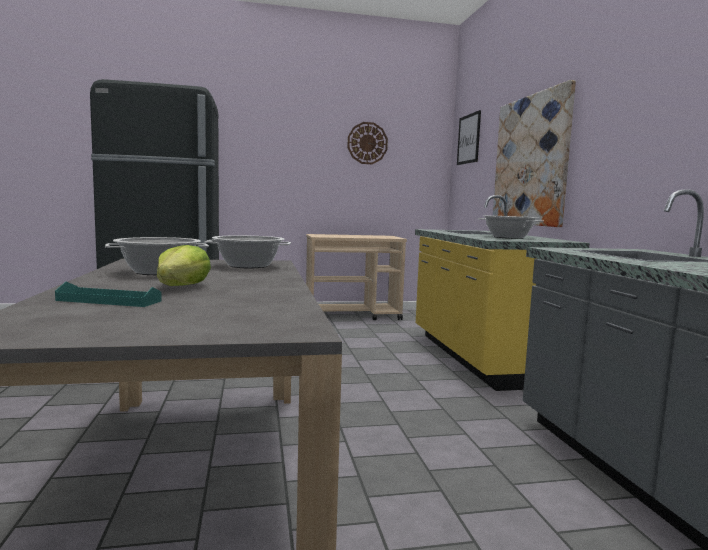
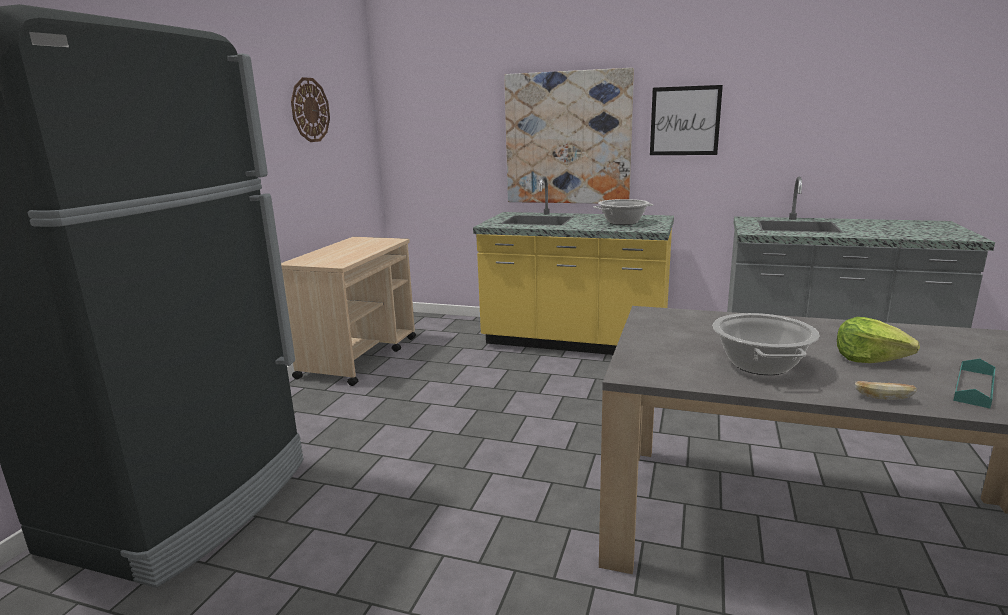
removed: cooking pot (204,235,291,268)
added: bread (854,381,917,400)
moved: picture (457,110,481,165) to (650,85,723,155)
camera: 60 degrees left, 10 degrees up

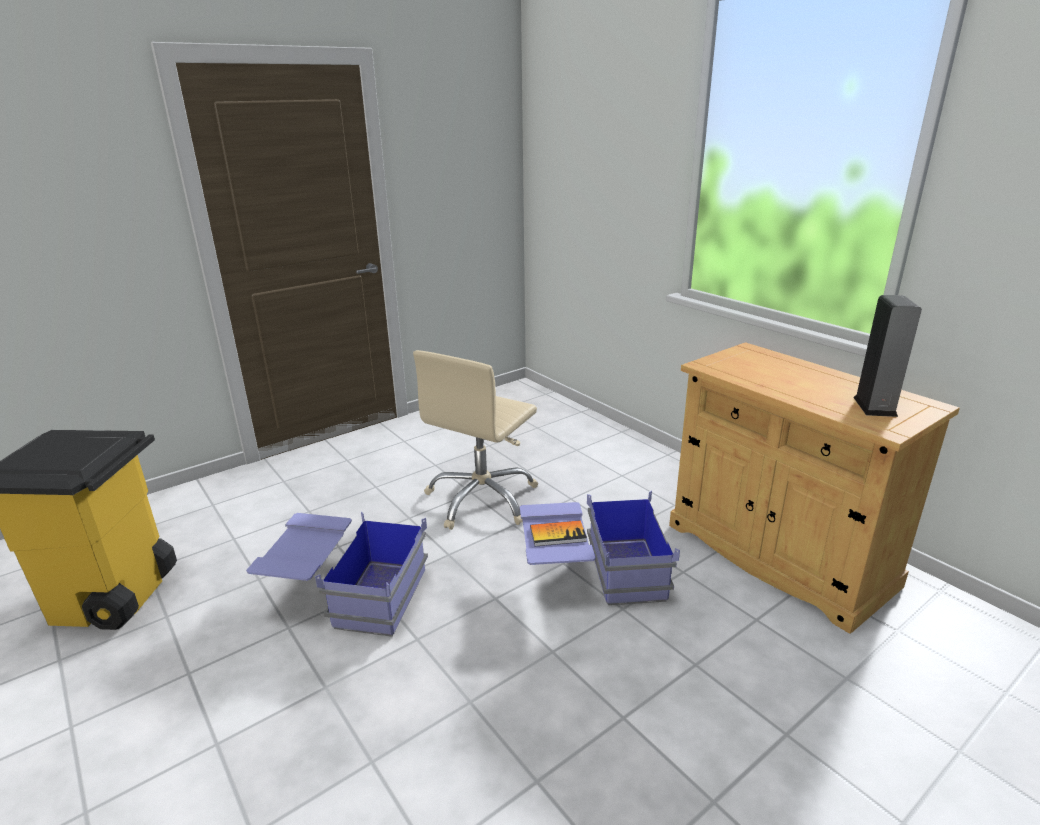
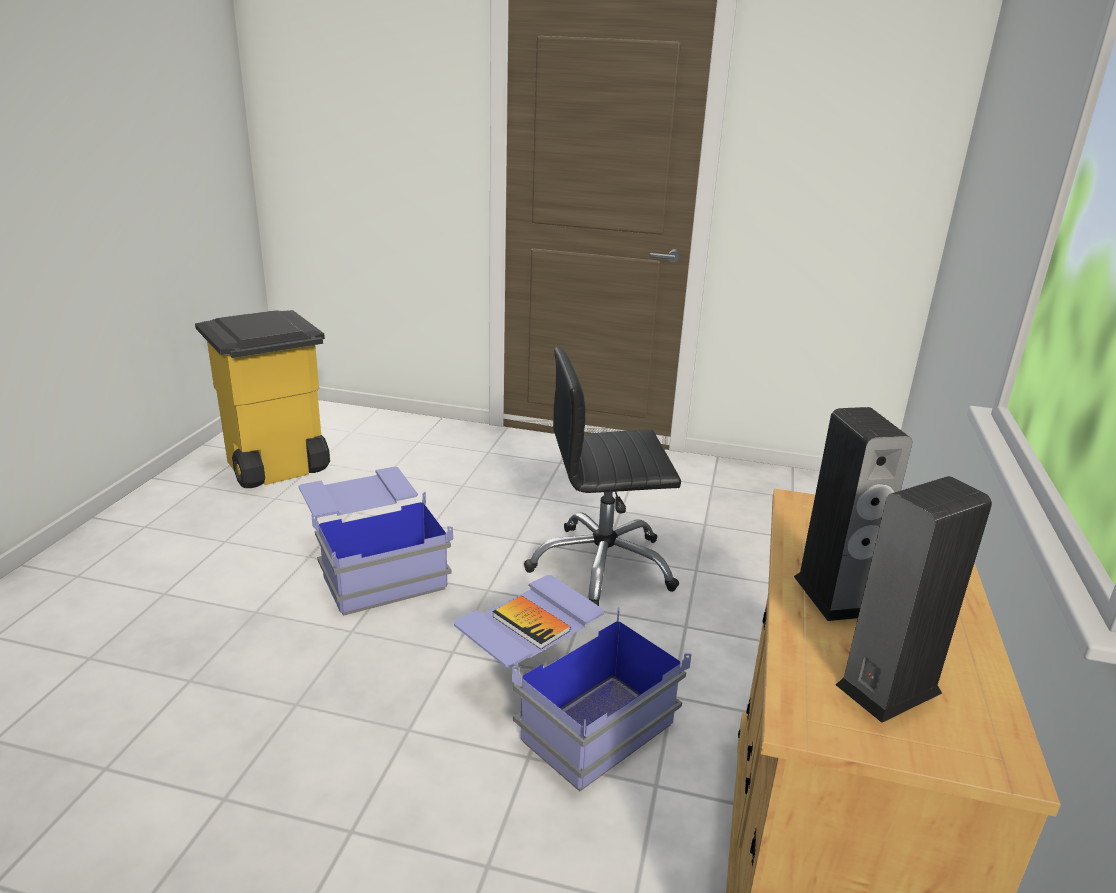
added: speaker (794,407,912,621)
recoloured: beige office chair (413,350,538,530) to black office chair (524,347,681,606)
camera: 50 degrees right, 0 degrees up

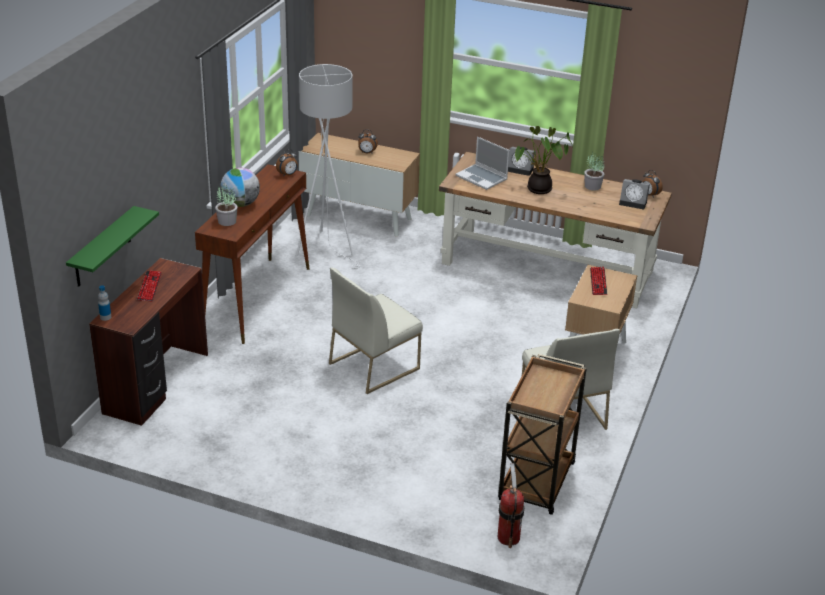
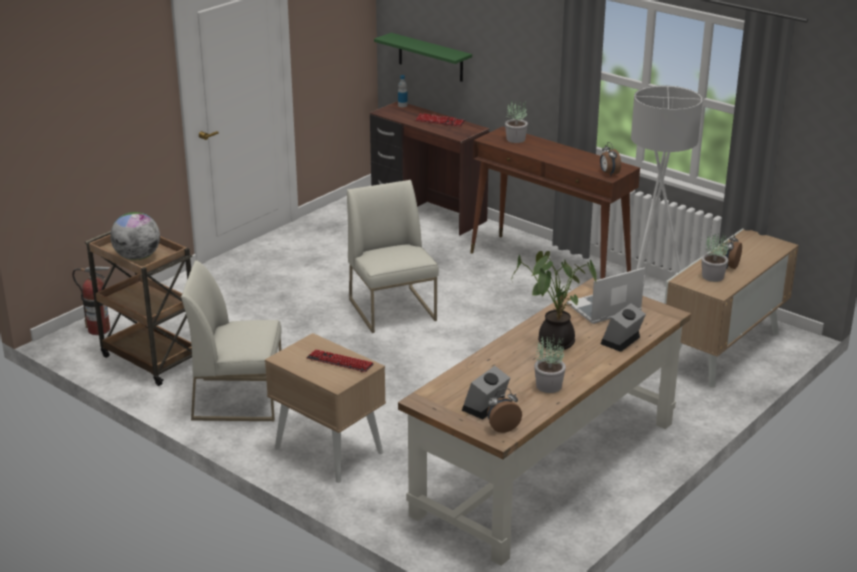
added: potted plant (702,233,728,282)
moved: globe (220,168,260,207) to (110,212,160,260)
camera: 110 degrees right, 5 degrees down

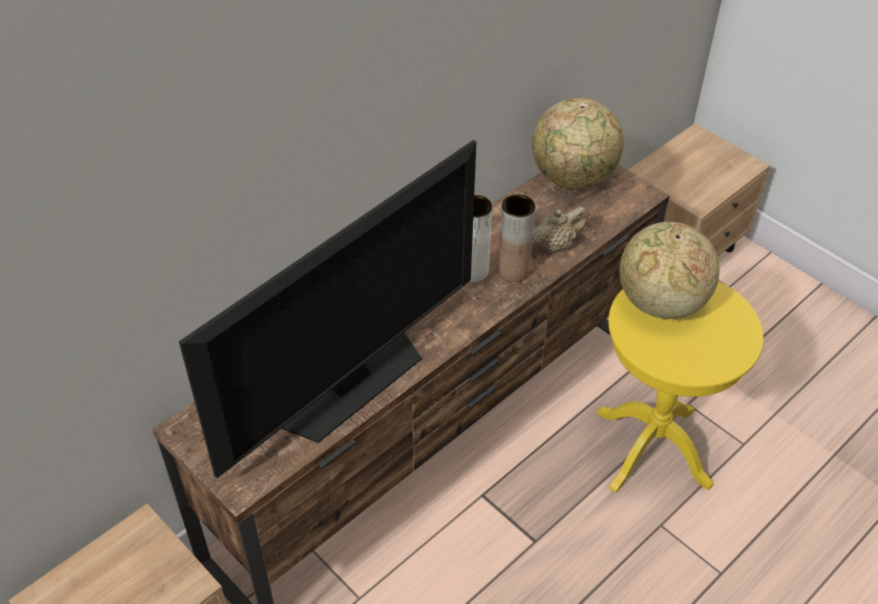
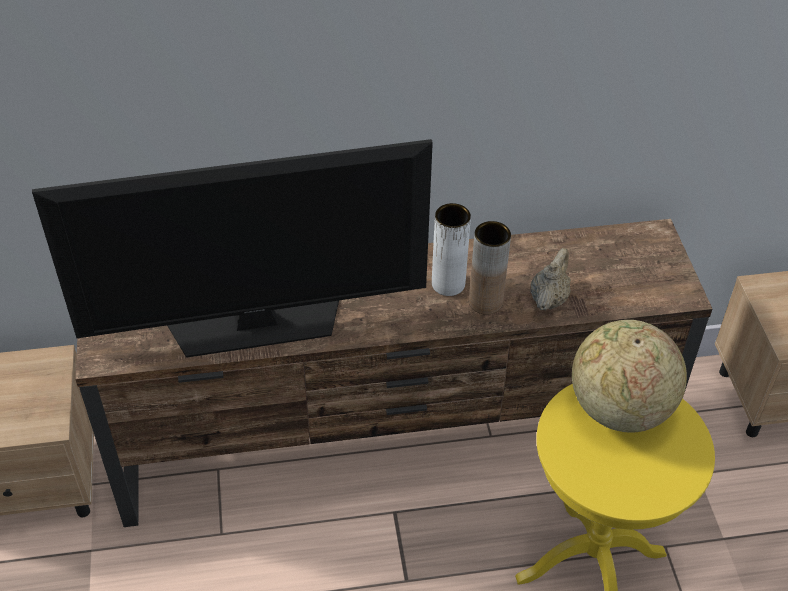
removed: globe (532,98,623,189)
turned: beige teapot (532,207,588,252) = (531,248,571,310) 75 degrees counterclockwise
camera: 35 degrees right, 0 degrees up

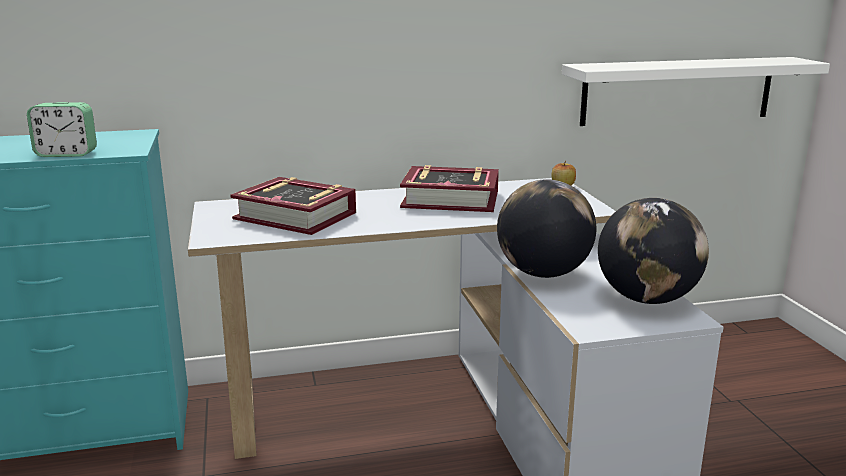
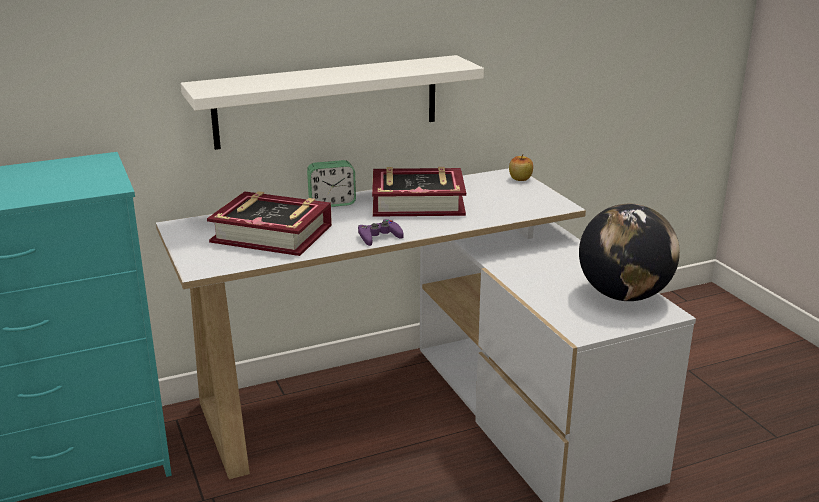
removed: globe (497,179,596,278)
added: purple game controller (358,219,404,246)
moved: white shelf (562,57,830,126) to (180,55,484,150); alarm clock (27,102,97,157) to (307,160,356,207)
camera: 10 degrees left, 5 degrees up

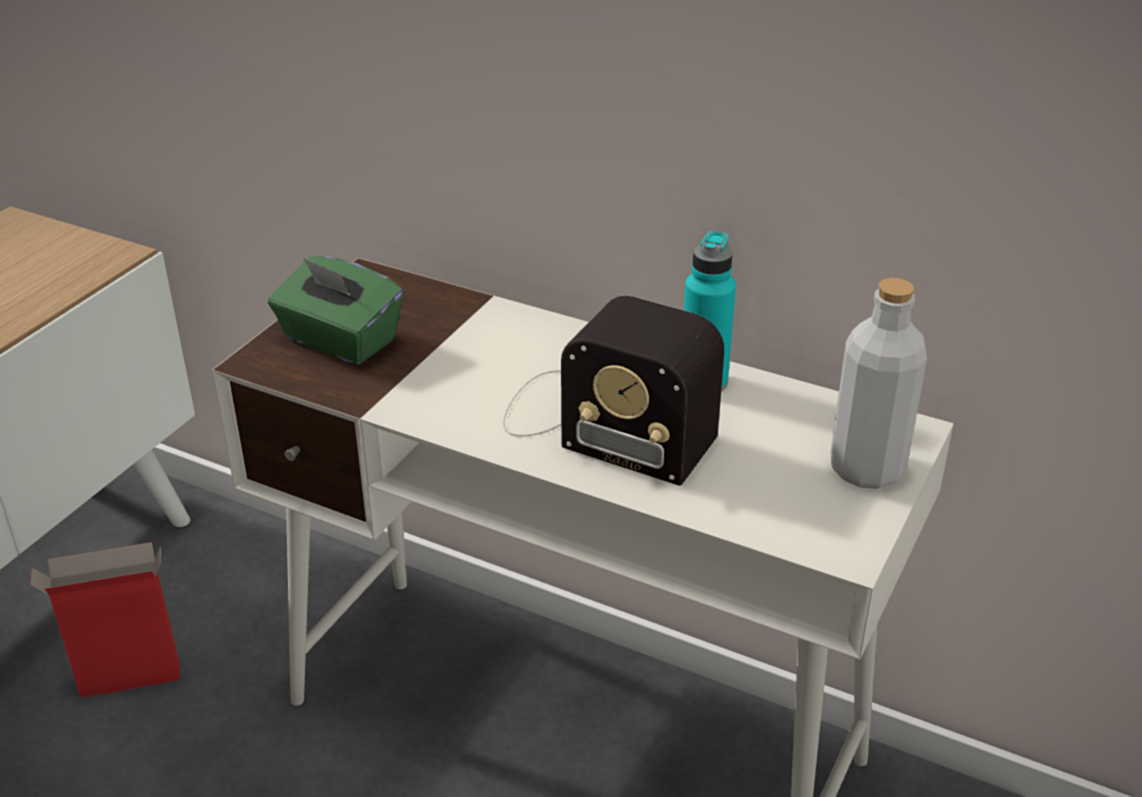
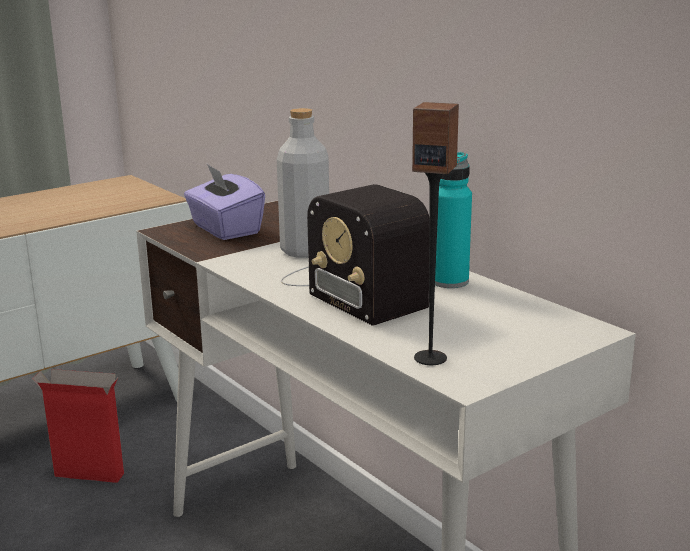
added: speaker (412,102,459,365)
moved: grey bottle (831,278,927,489) to (277,108,329,258)
recoloured: green tissue box (268,256,404,365) to purple tissue box (184,164,265,240)
camera: 25 degrees right, 15 degrees down

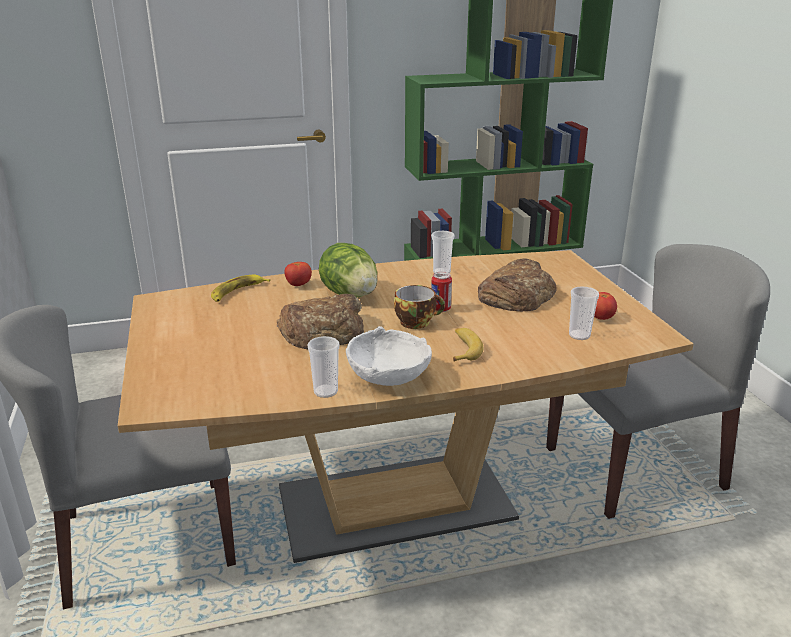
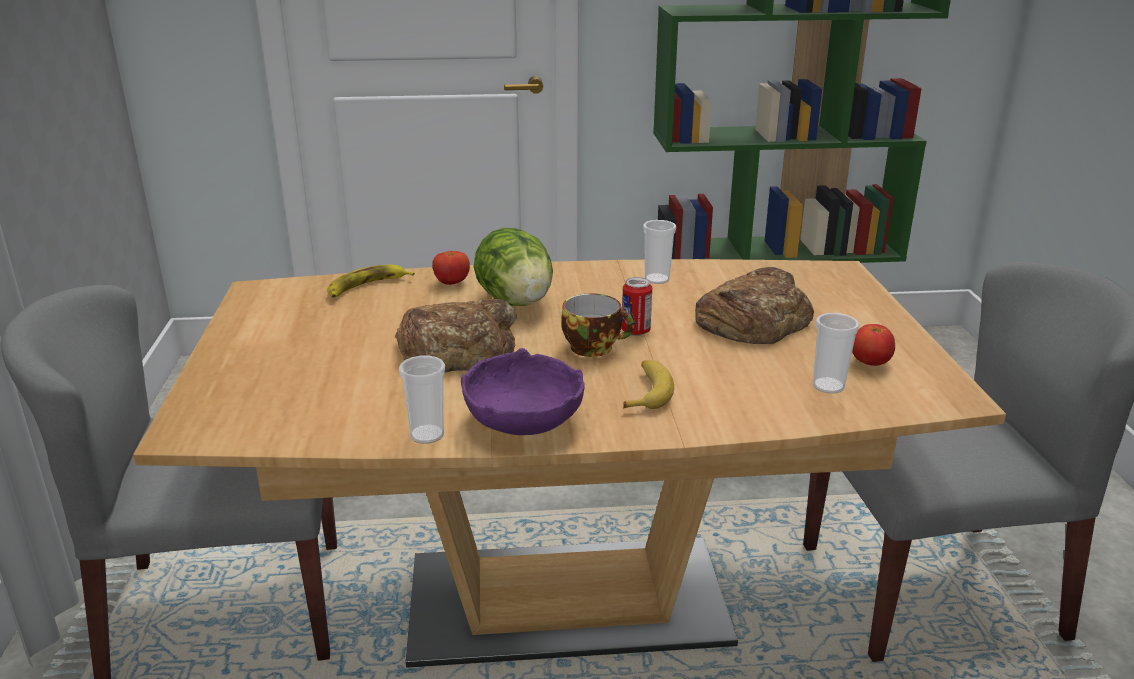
recoloured: white bowl (346,326,432,386) to purple bowl (461,348,585,435)
camera: 10 degrees right, 0 degrees up

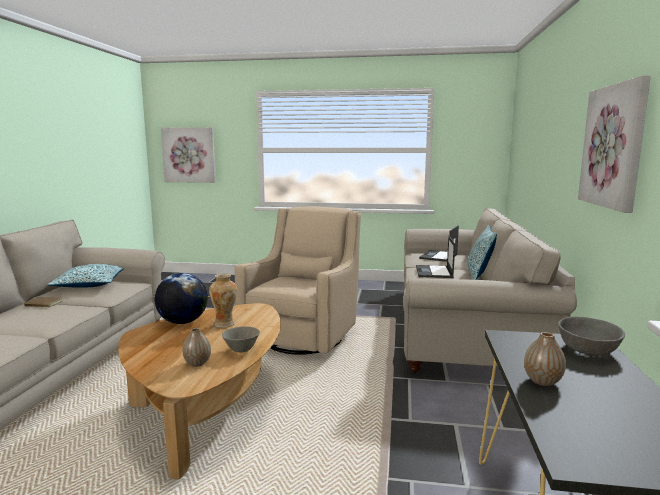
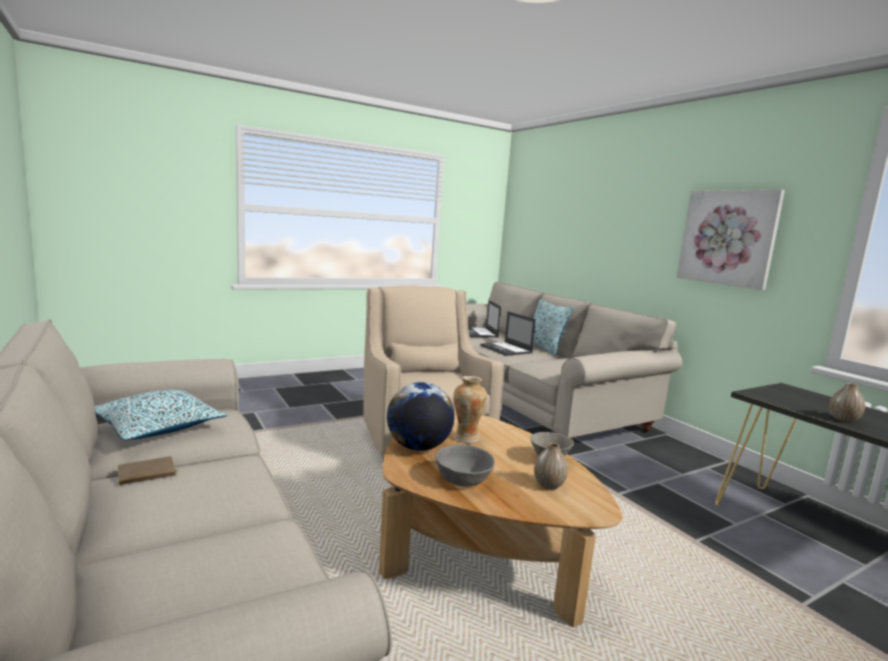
removed: picture (161,127,216,183)
moved: grey bowl (558,317,625,355) to (435,445,495,487)
camera: 40 degrees left, 0 degrees up

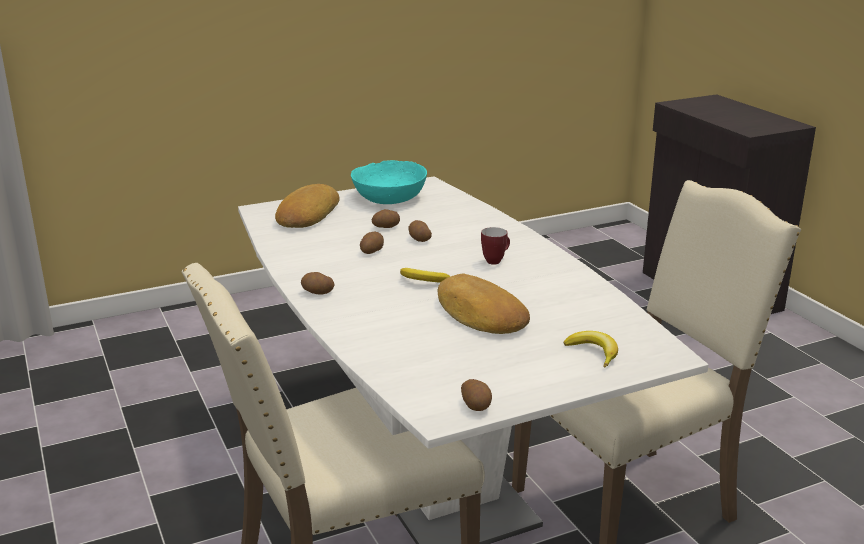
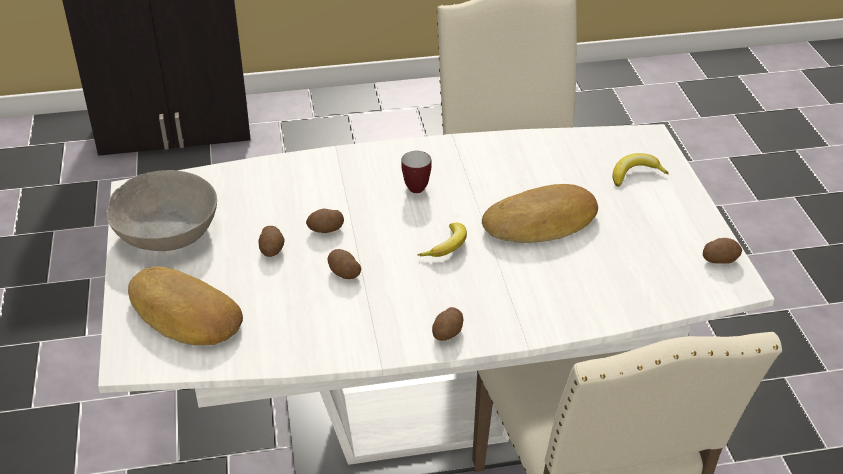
recoloured: turquoise bowl (351,160,427,204) to grey bowl (106,170,217,251)
camera: 75 degrees left, 15 degrees up

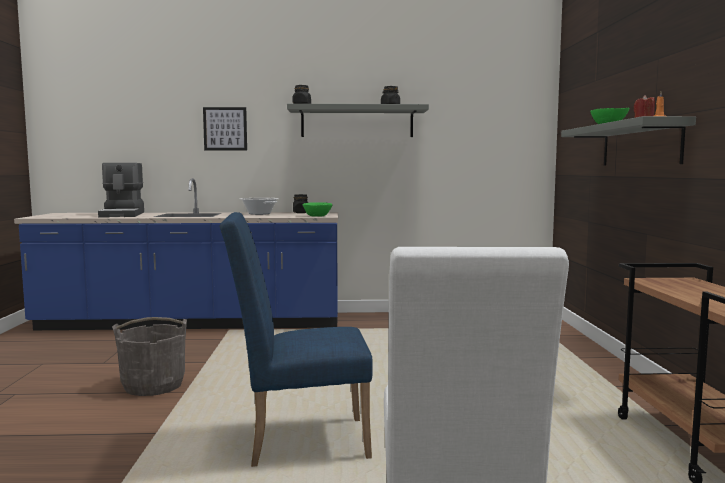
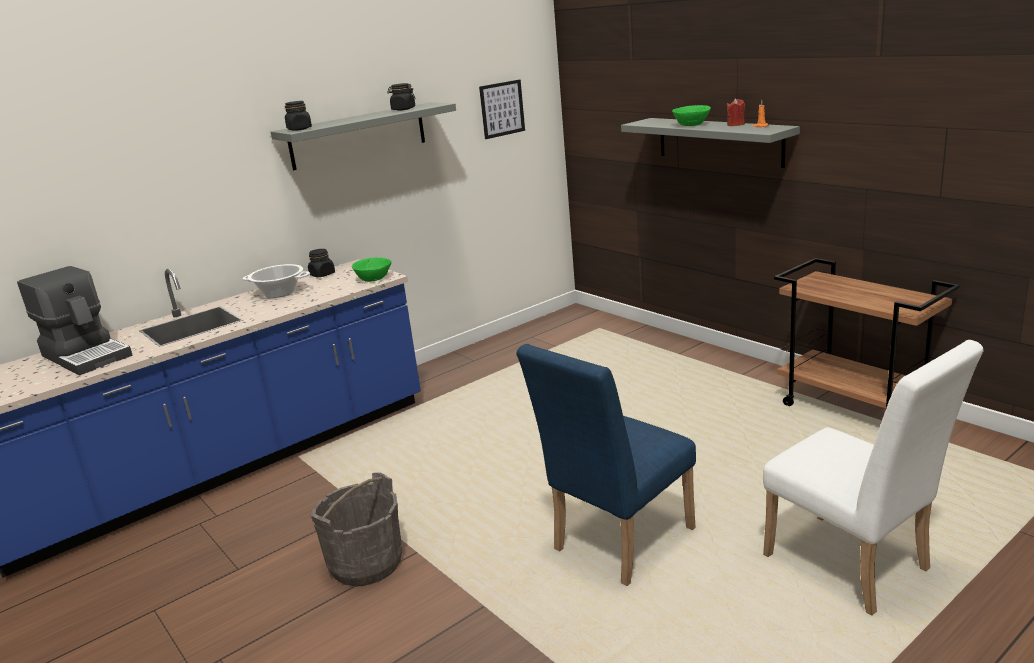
moved: picture (203,107,247,151) to (479,79,525,139)
camera: 35 degrees left, 15 degrees up

